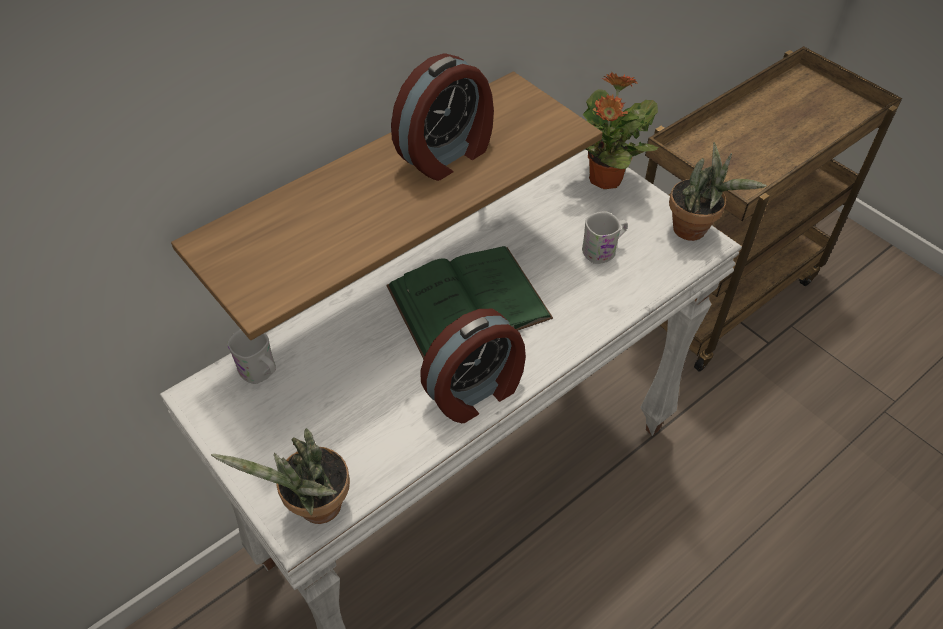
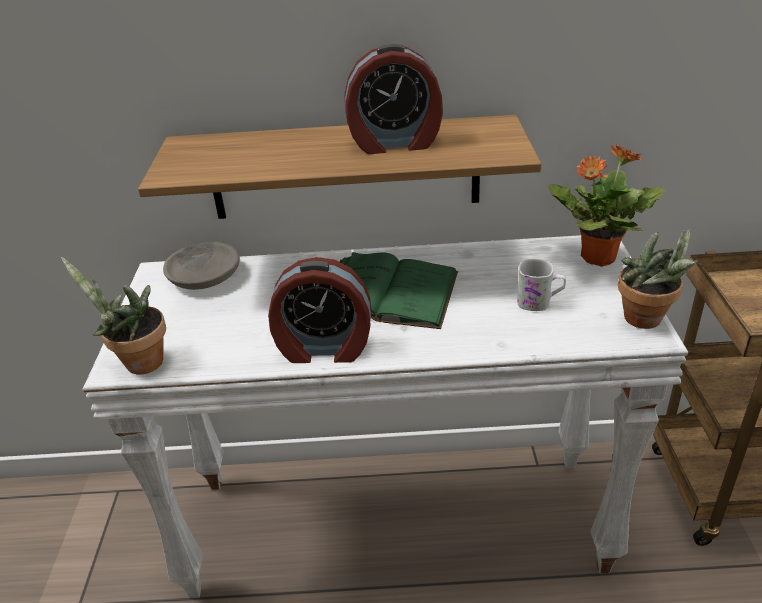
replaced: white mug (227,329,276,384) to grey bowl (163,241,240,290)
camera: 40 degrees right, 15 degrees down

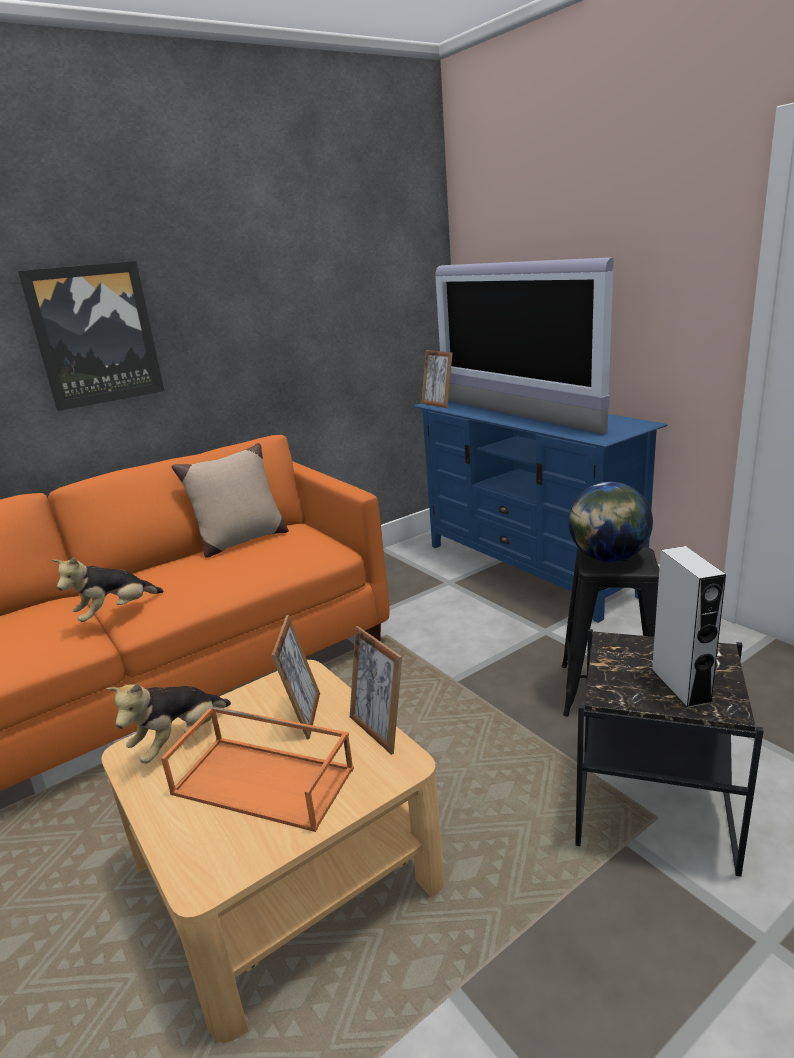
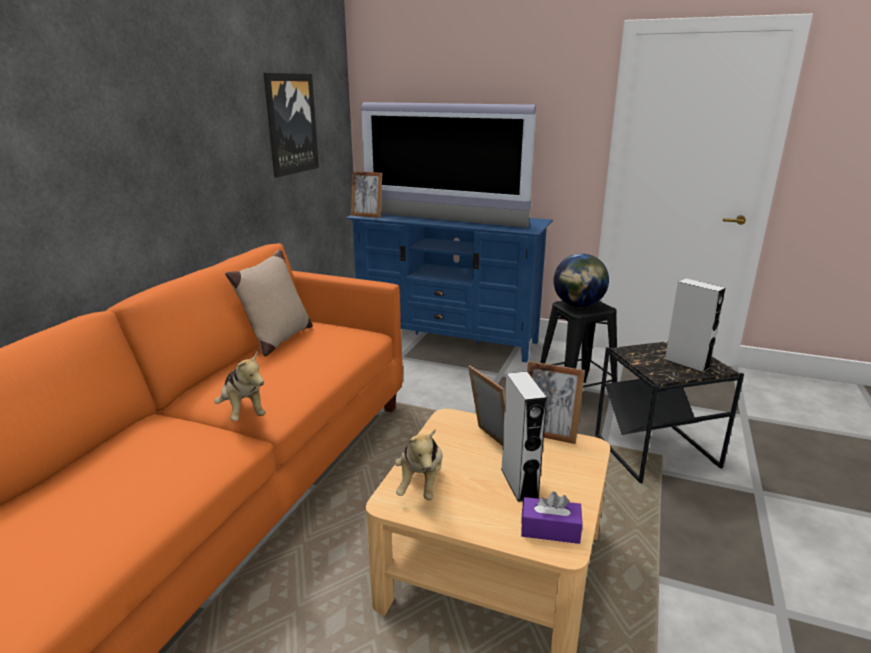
added: purple tissue box (521,491,583,544)
moved: picture (18,261,164,411) to (263,73,319,178)
replaced: orange tray (161,706,354,832) to grey speaker (501,371,547,502)
turned: plush toy (52,557,164,622) = (214,352,266,421) 45 degrees counterclockwise
camera: 35 degrees left, 0 degrees up

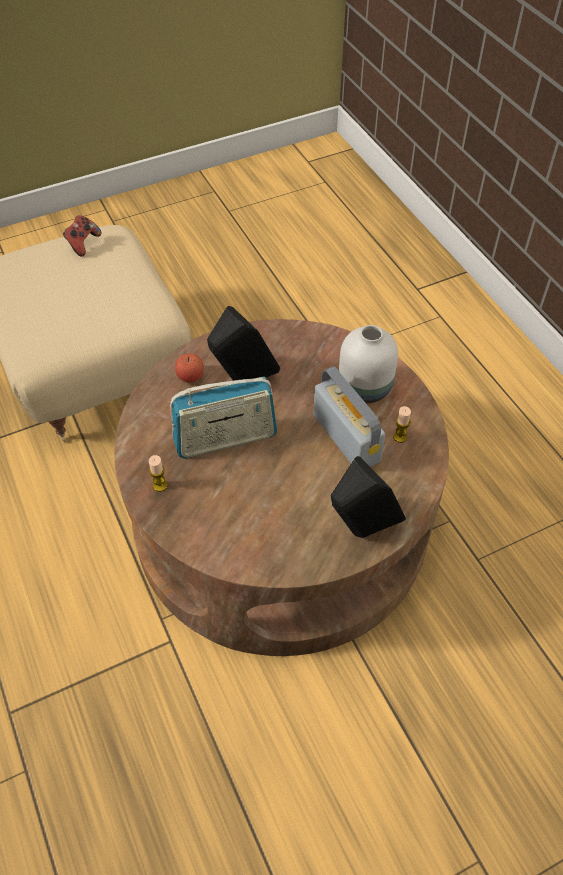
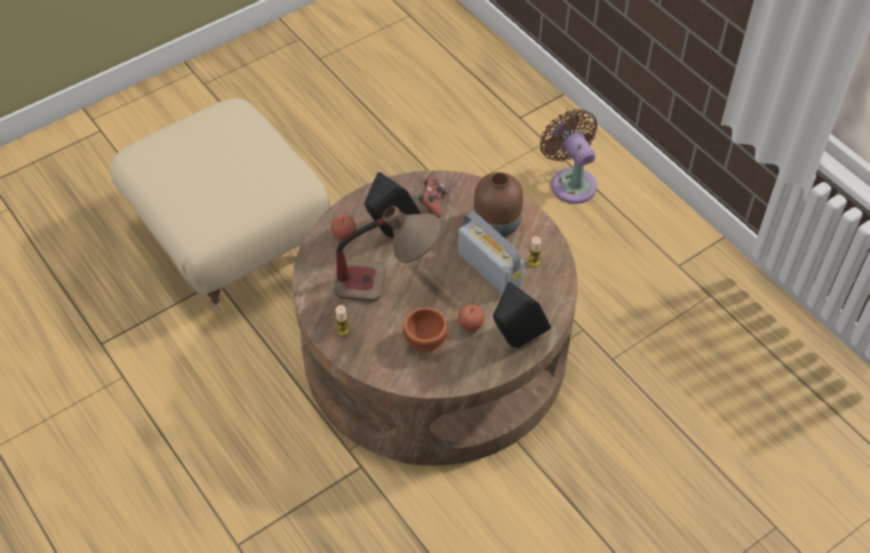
added: brown bowl (403,308,448,352); apple (458,305,484,332); brown fan (540,109,598,204)
moved: game controller (63,215,102,257) to (419,178,448,218)
replaced: radio (170,376,277,458) to table lamp (335,206,441,301)
recoloured: white vase (339,325,398,403) to brown vase (474,172,523,237)
camera: 10 degrees left, 0 degrees up

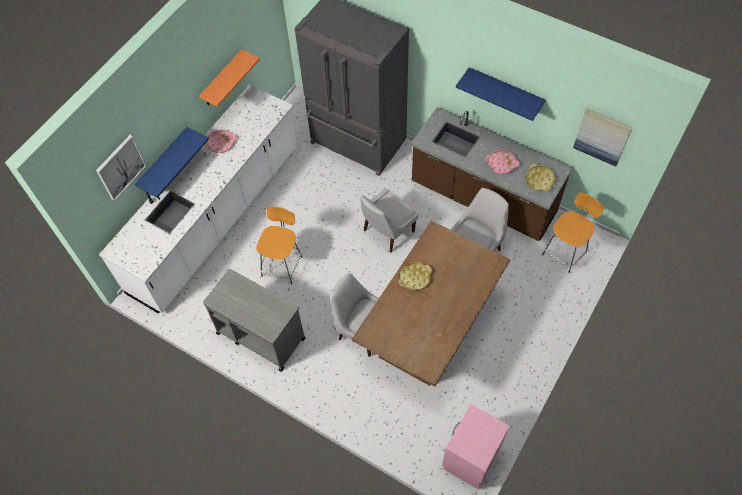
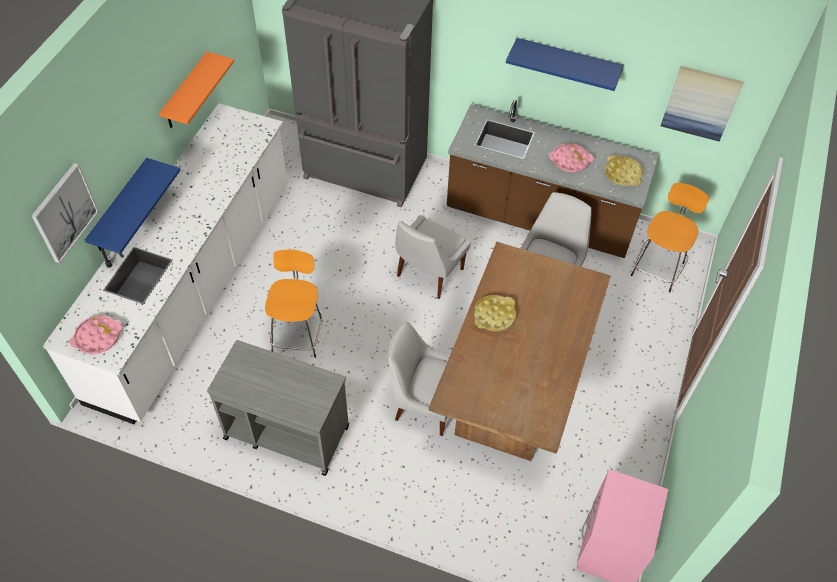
moved: pink tray (204,129,237,153) to (70,315,123,354)
camera: 15 degrees left, 5 degrees down

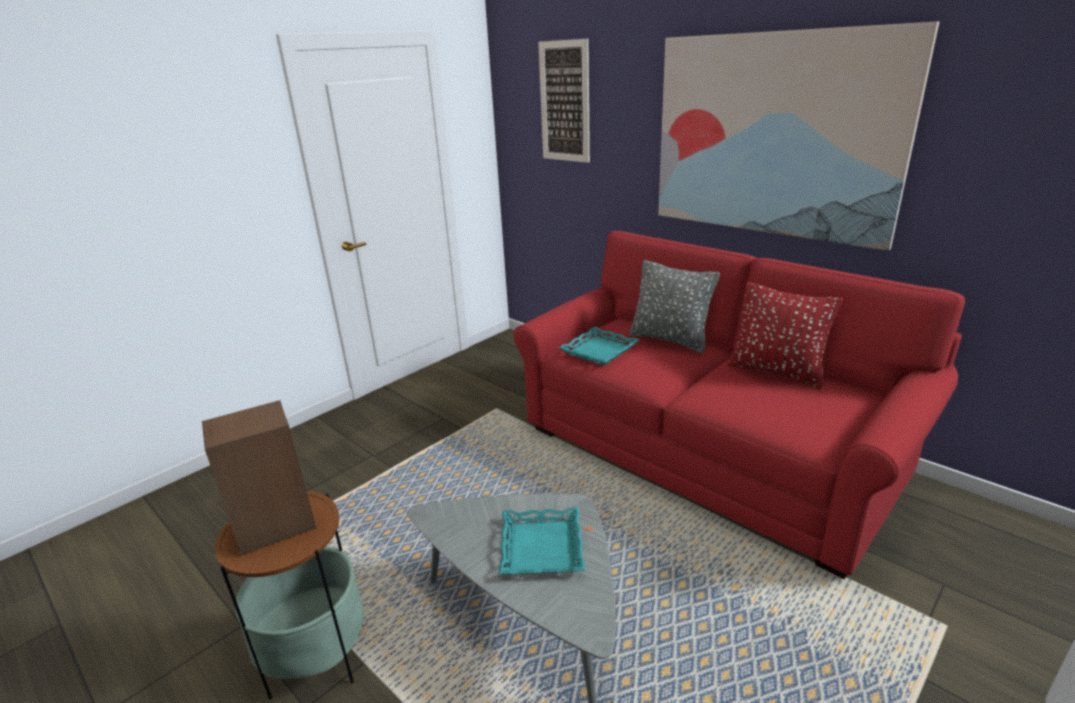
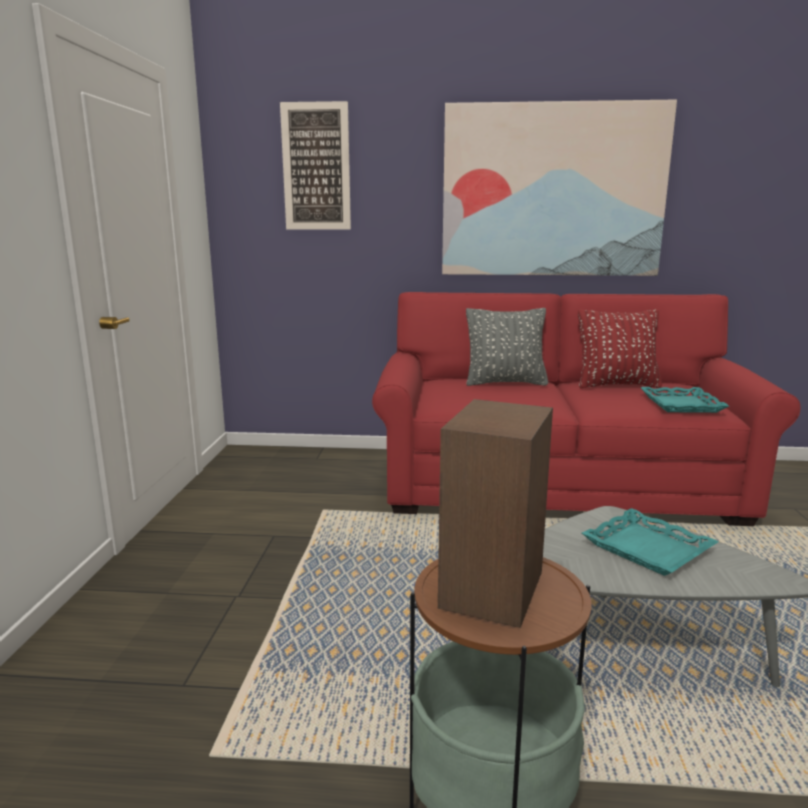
moved: turquoise tray (559,327,639,365) to (641,387,729,413)
camera: 40 degrees left, 10 degrees down

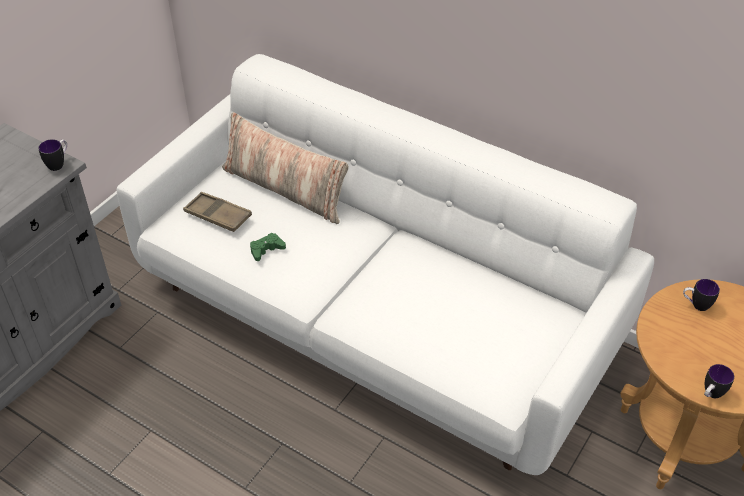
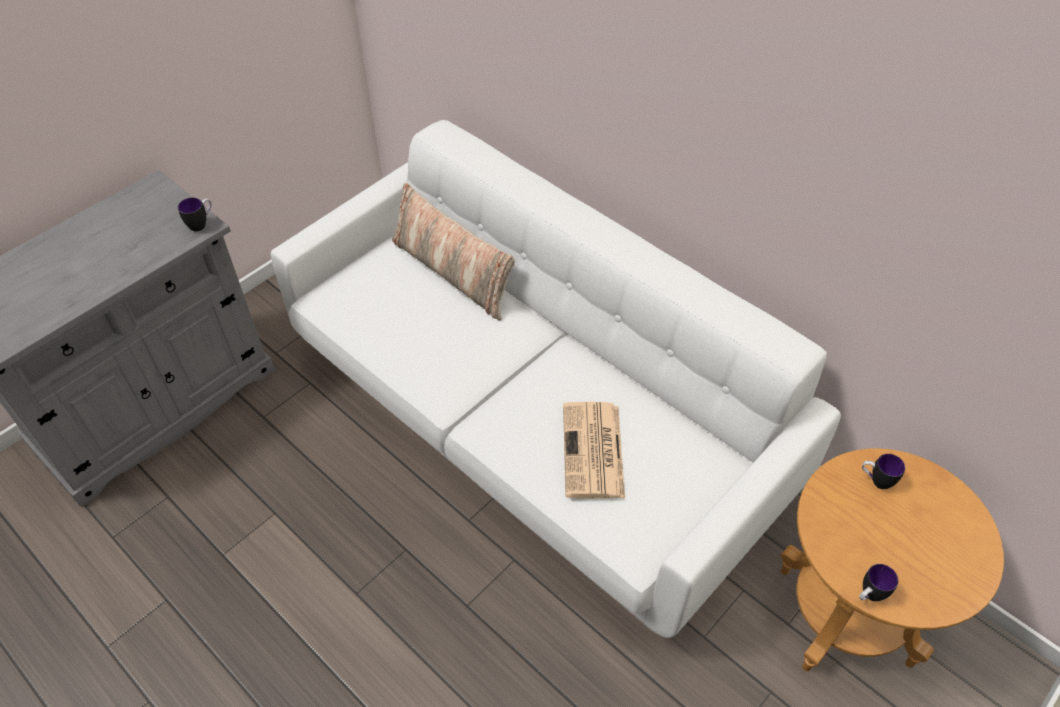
removed: brown tray (183,192,252,232); green game controller (250,233,286,261)
added: newspaper (563,402,625,498)
camera: 10 degrees right, 5 degrees up

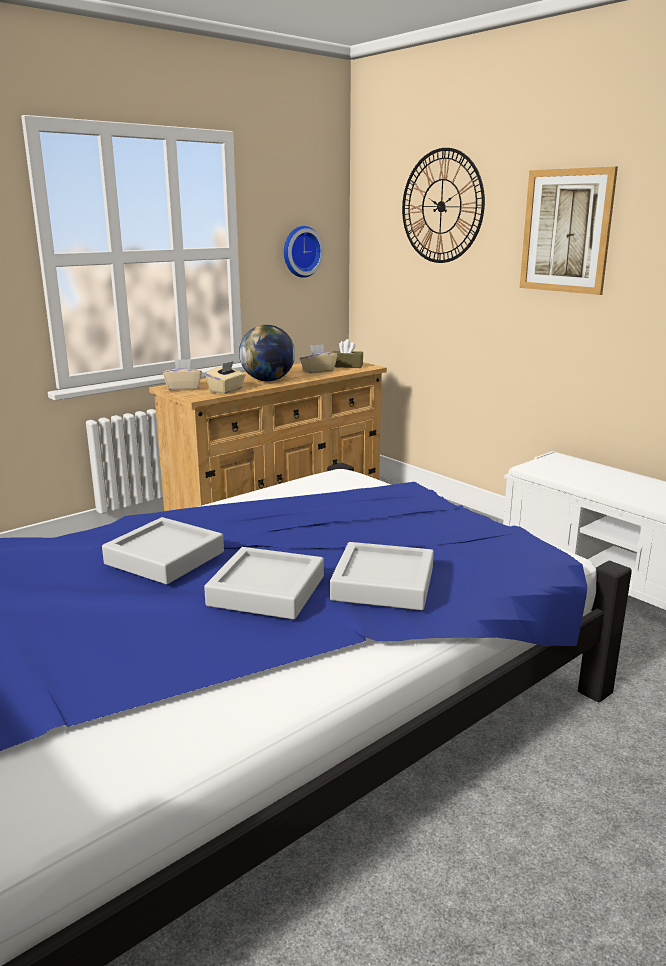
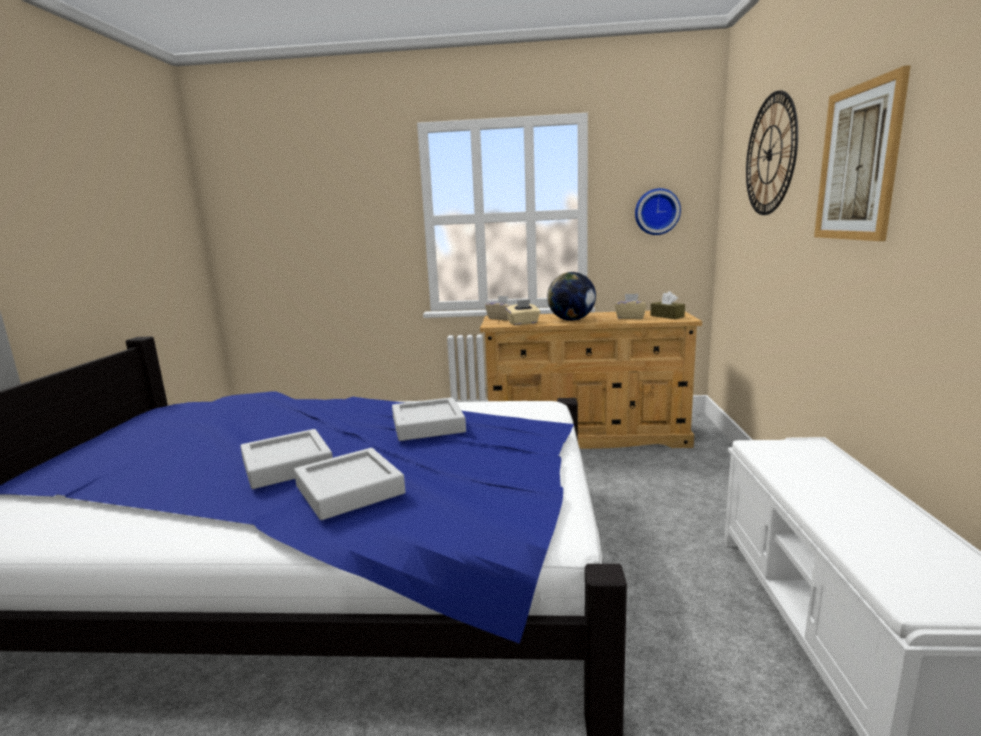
moved: grey tray (102,517,224,584) to (392,397,466,441)
camera: 45 degrees right, 5 degrees down

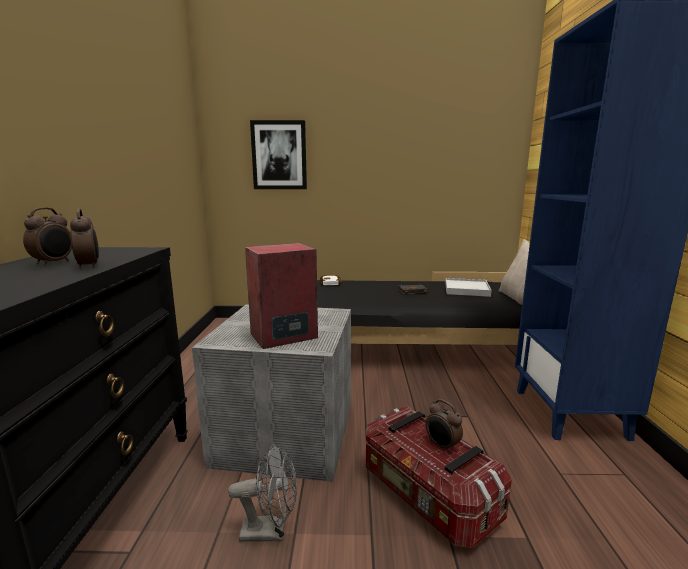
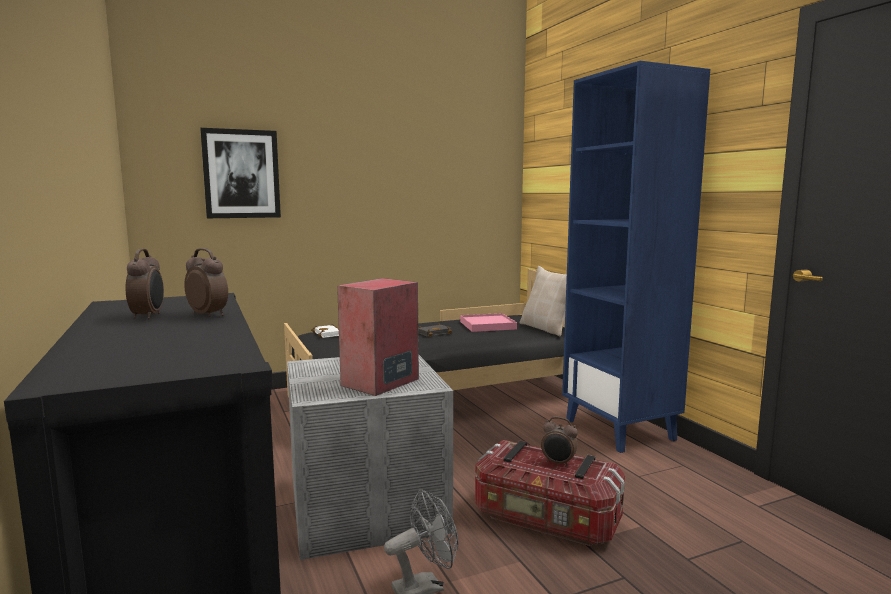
recoloured: white tray (445,278,492,297) to pink tray (460,313,517,332)
camera: 25 degrees left, 5 degrees down

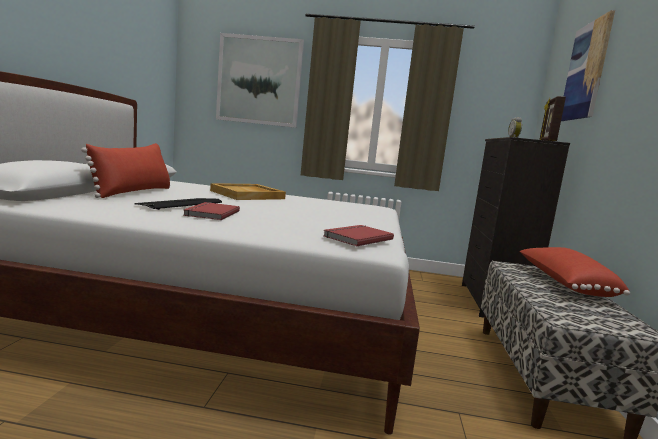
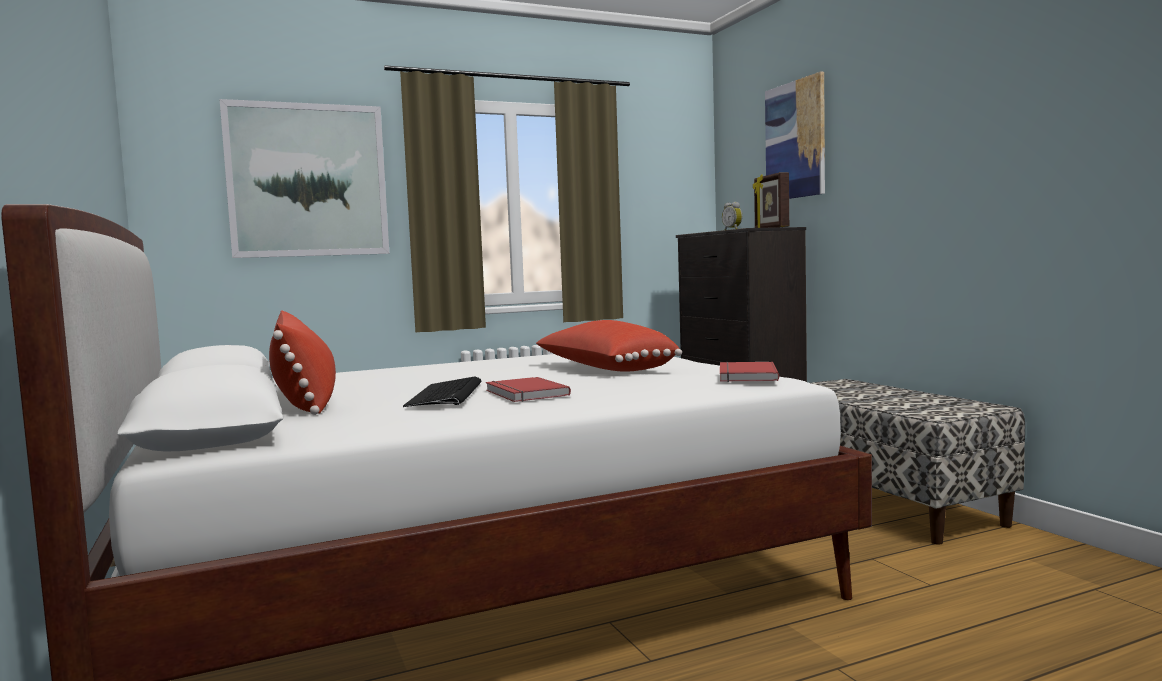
removed: beige tray (210,183,286,200)
moved: red pillow (520,247,630,297) to (536,320,682,372)
camera: 30 degrees left, 5 degrees down

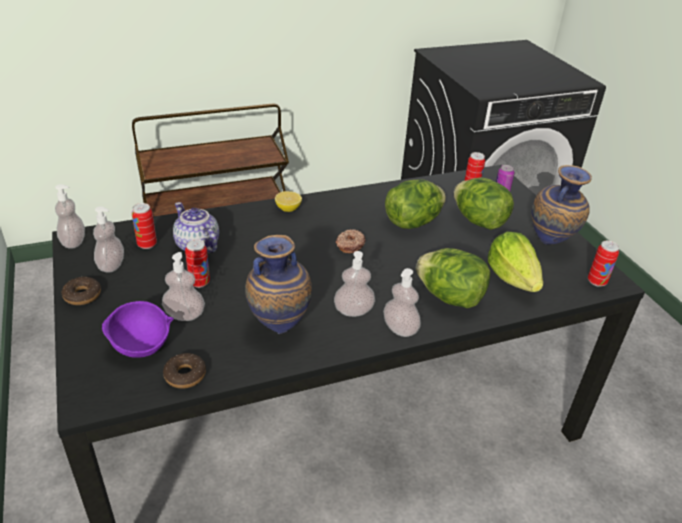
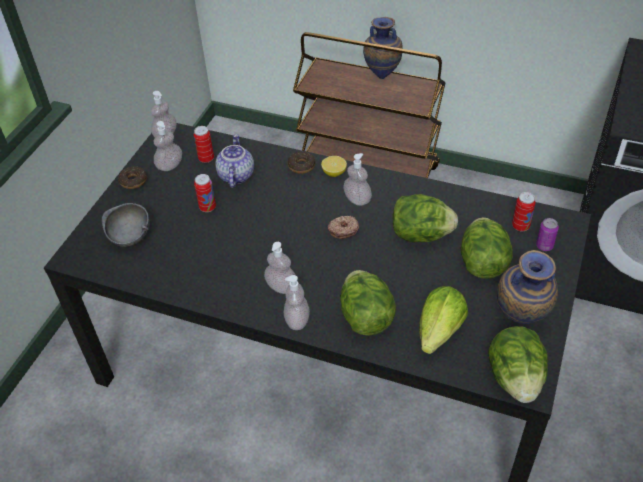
moved: donut (163,353,206,388) to (288,152,315,174); soap dispenser (162,252,205,321) to (343,153,372,206); vase (245,235,312,334) to (363,17,403,79)
replaced: can (588,240,619,287) to lettuce (488,326,548,403)
recoloured: purple bowl (102,301,174,358) to grey bowl (102,203,150,247)
camera: 45 degrees right, 10 degrees up

